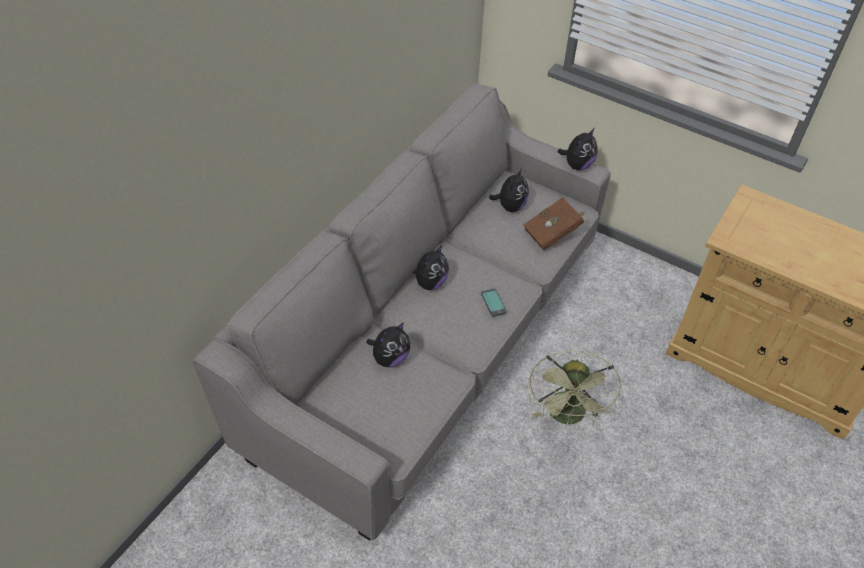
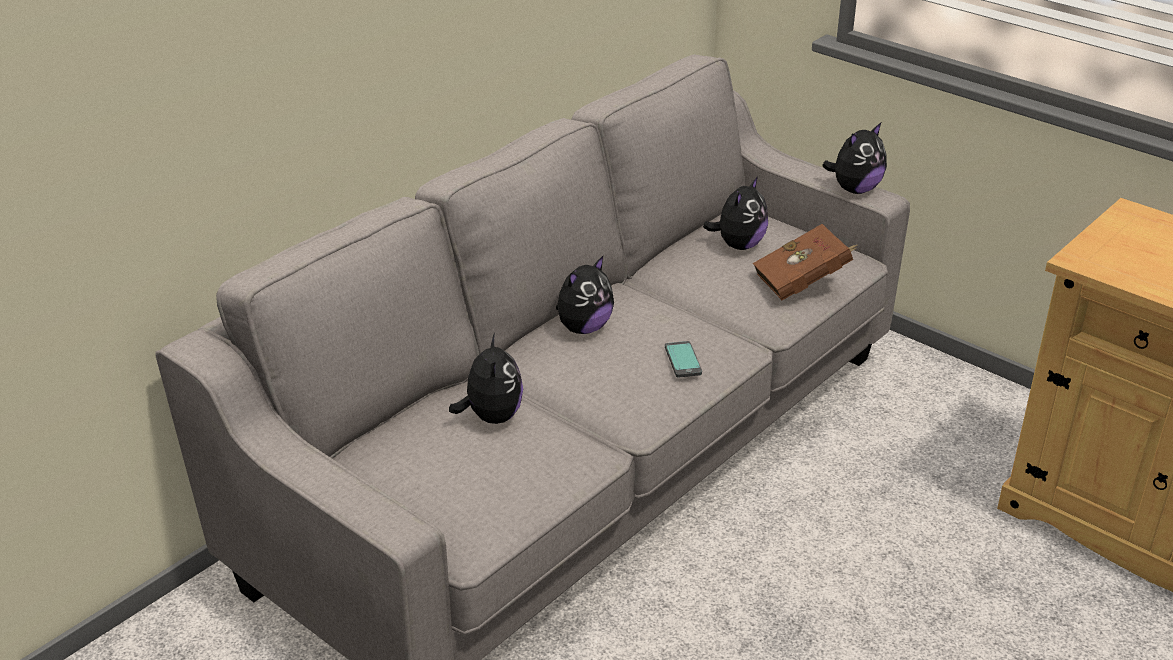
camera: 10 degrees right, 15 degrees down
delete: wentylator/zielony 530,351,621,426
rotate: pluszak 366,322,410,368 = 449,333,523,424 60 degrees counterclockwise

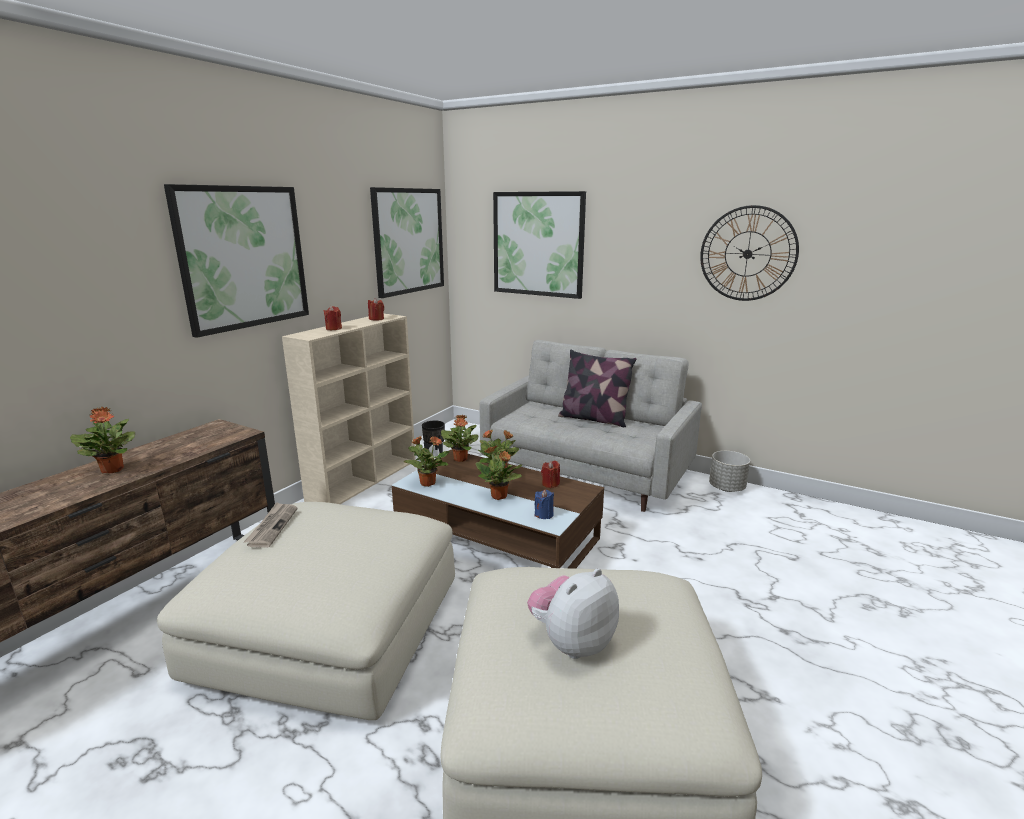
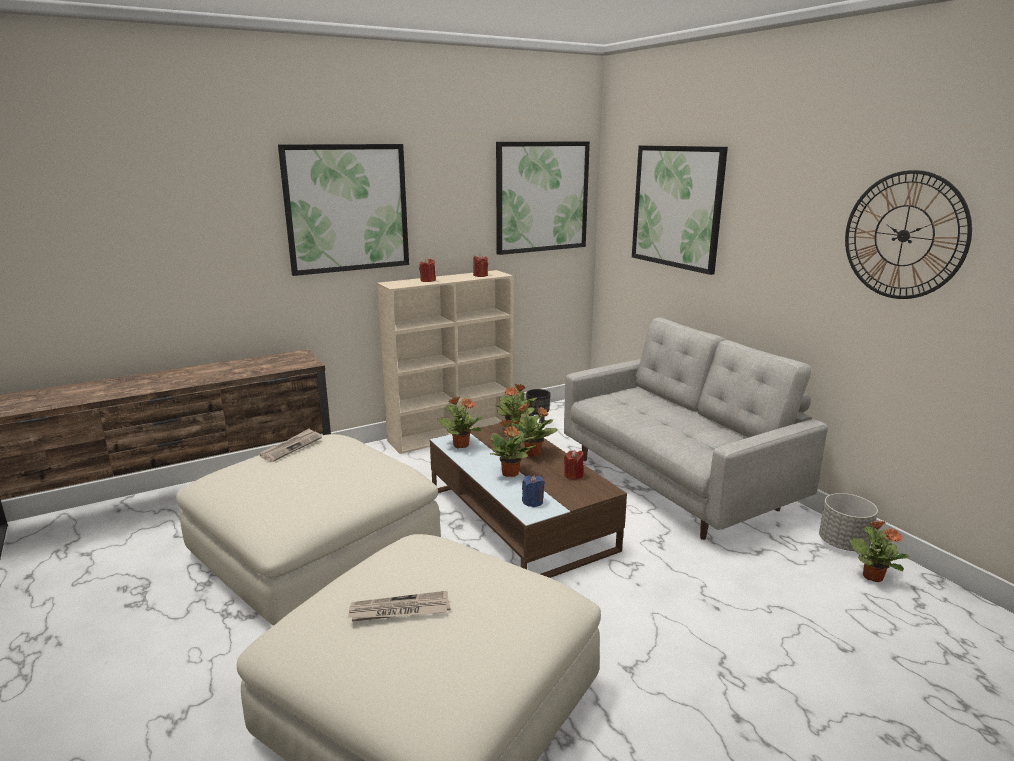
camera: 30 degrees right, 0 degrees up
delete: poduszka 558,349,636,427
move: roślina doniczkowa 70,407,135,473 to 849,521,910,582
replace: pluszak 527,568,619,659 to gazeta 347,591,451,622

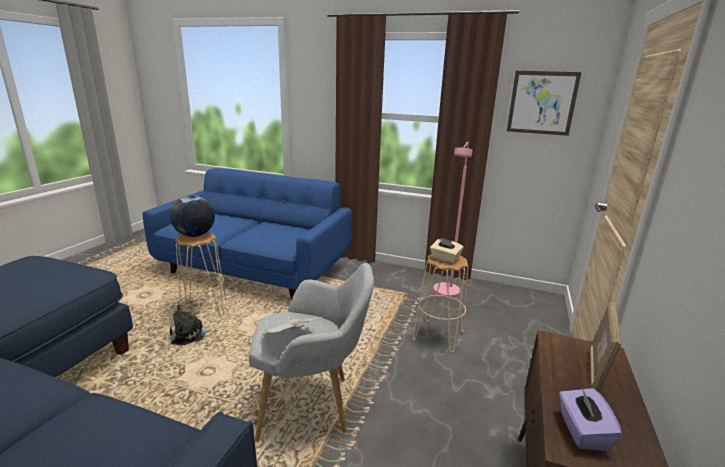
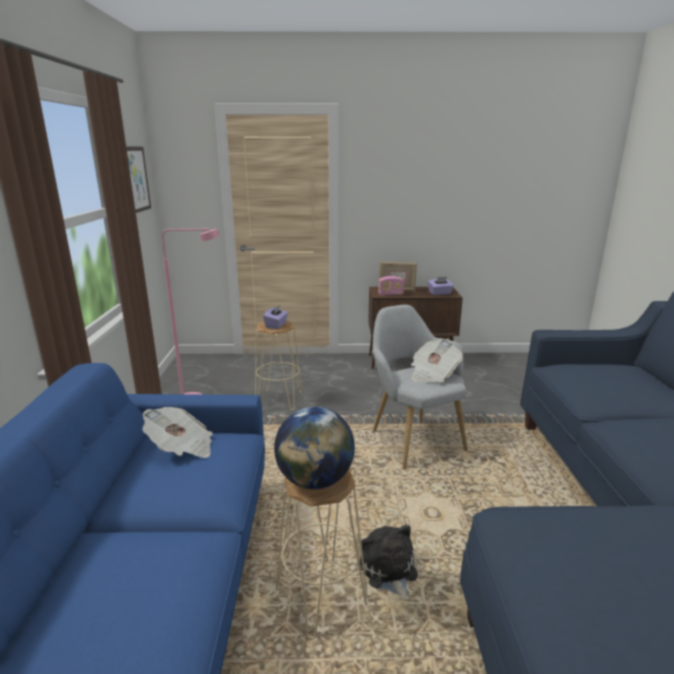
camera: 110 degrees left, 0 degrees up
insert: radio 378,276,404,296; gazeta 142,407,213,458
recolor: pudełko chusteczek/beżowy 430,238,464,264 to pudełko chusteczek/fioletowy 263,304,288,329
rotate: pluszak 170,304,216,346 = 360,524,418,601 150 degrees counterclockwise

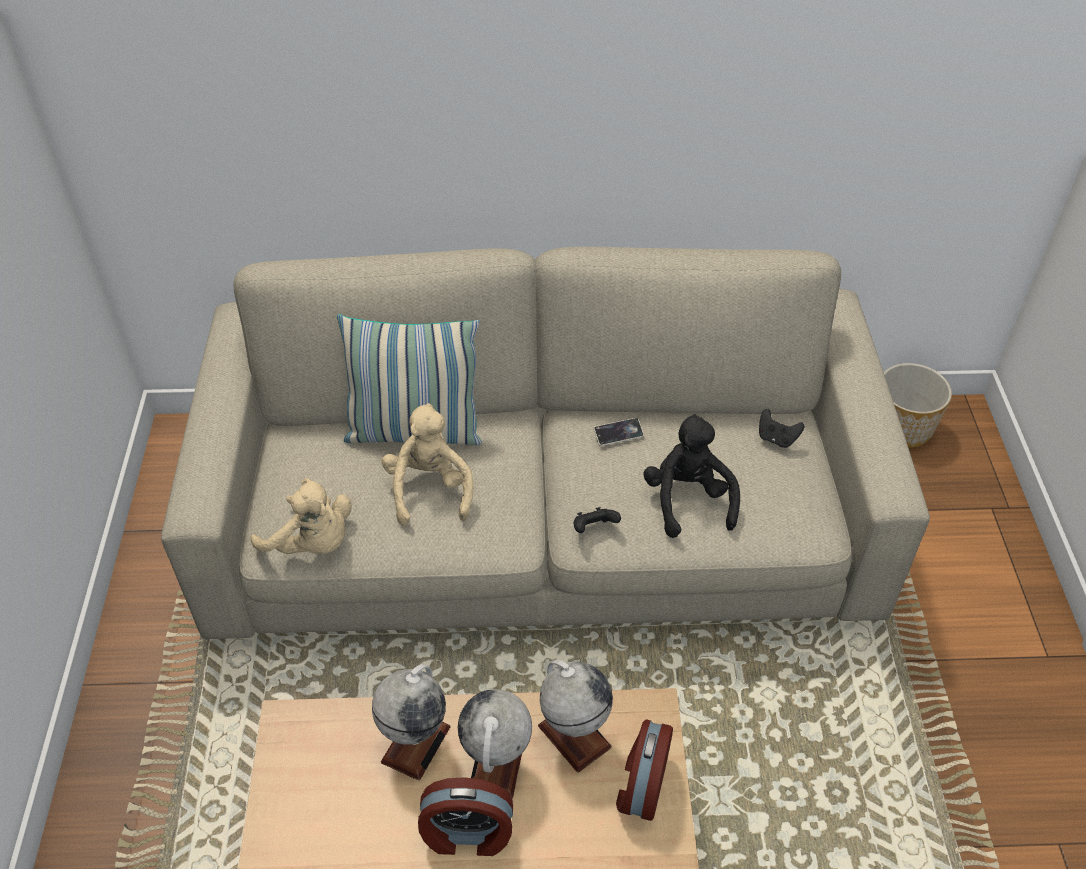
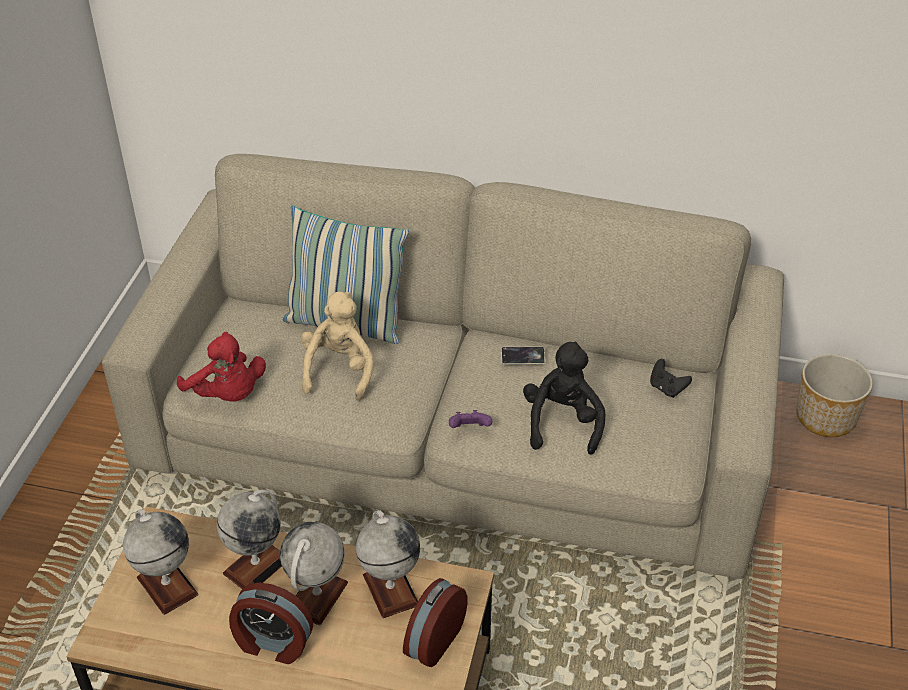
camera: 15 degrees right, 5 degrees down
insert: globus 123,509,199,615
recolor: pluszak/beżowy 251,478,351,554 to pluszak/czerwony 177,332,266,402; pad do gier/czarny 574,507,621,533 to pad do gier/fioletowy 449,410,492,428

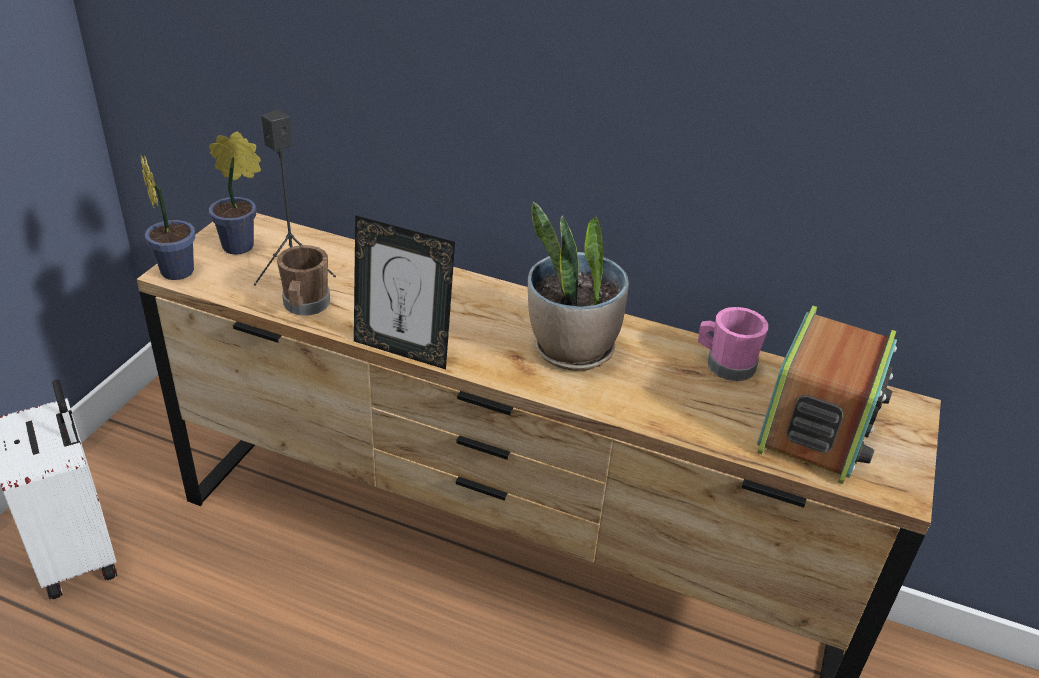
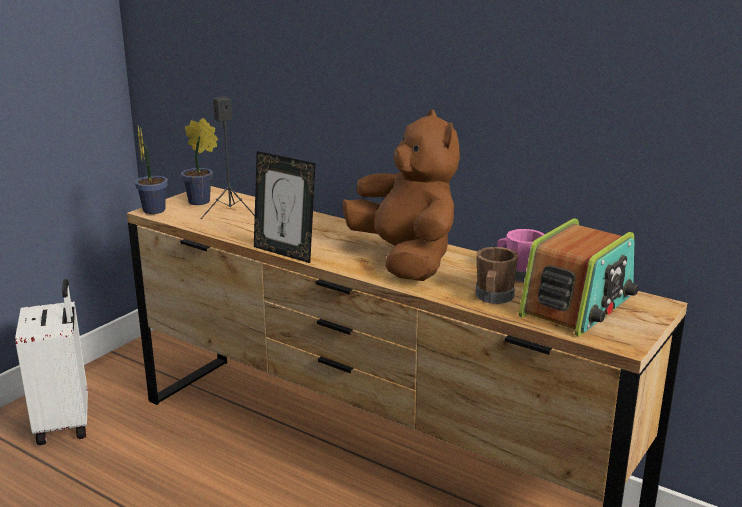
camera: 15 degrees right, 15 degrees down
move: kubek/brązowy 277,245,330,316 to 475,247,518,304
replace: roślina doniczkowa 528,202,629,371 to pluszak/brązowy 342,110,460,281

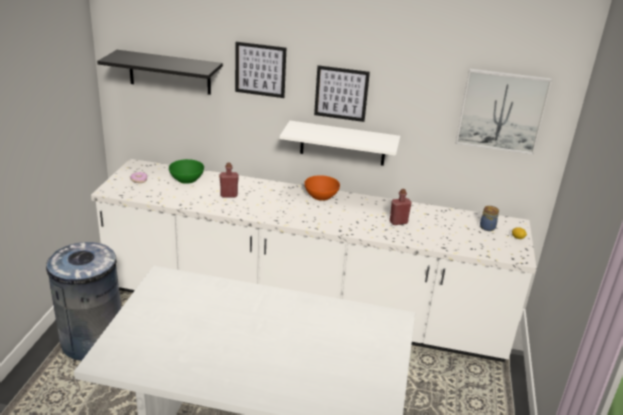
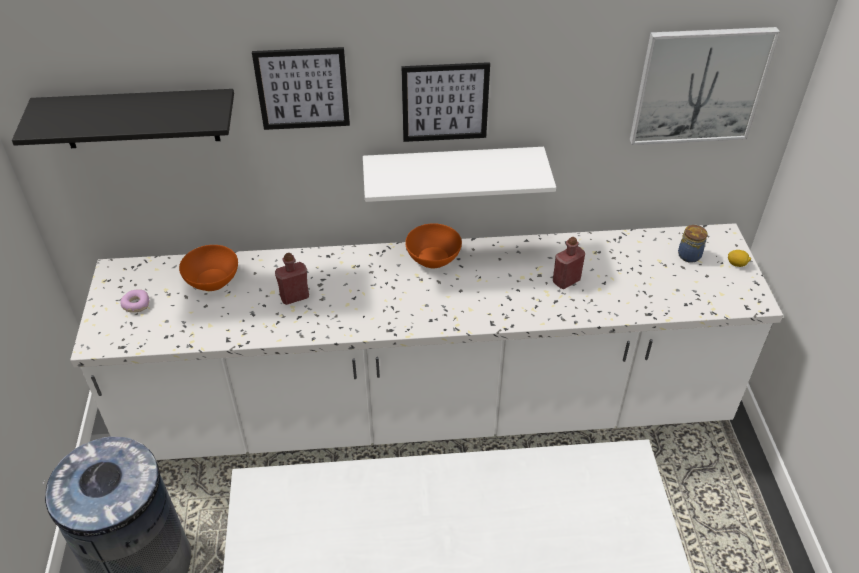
camera: 15 degrees left, 15 degrees up
recolor: miska/zielony 169,159,204,184 to miska/pomarańczowy 179,245,238,291

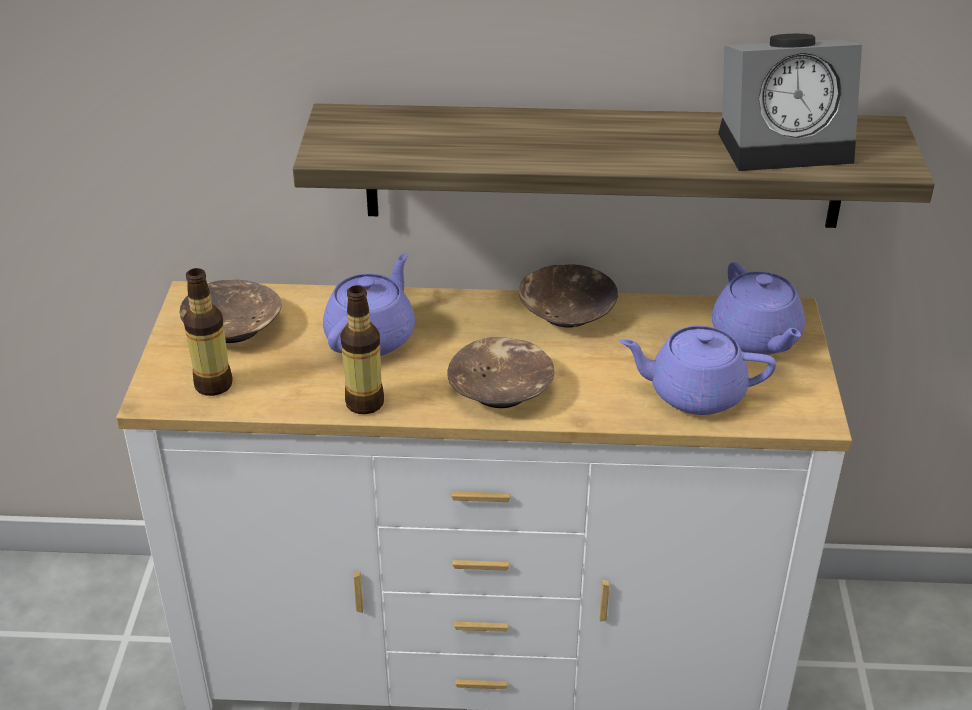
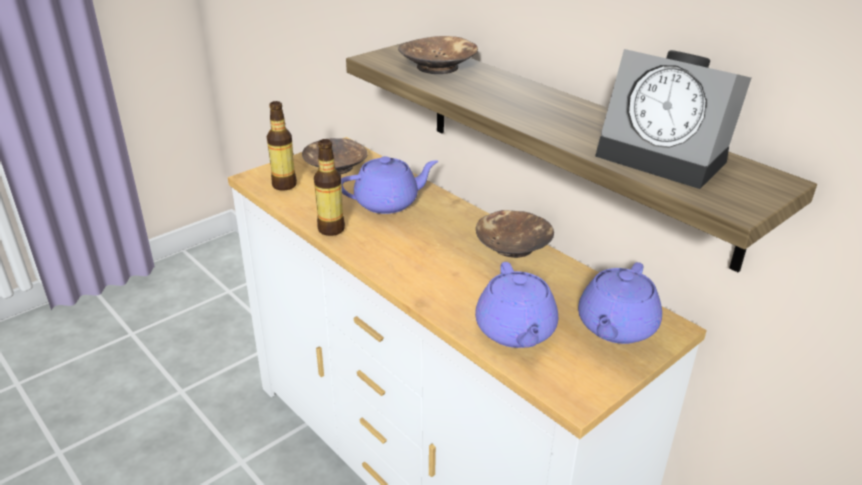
camera: 45 degrees right, 5 degrees down
move: miska/brązowy 447,337,554,408 to 398,36,478,74
rotate: imbryk/fioletowy 619,326,776,415 = 475,262,558,348 150 degrees counterclockwise

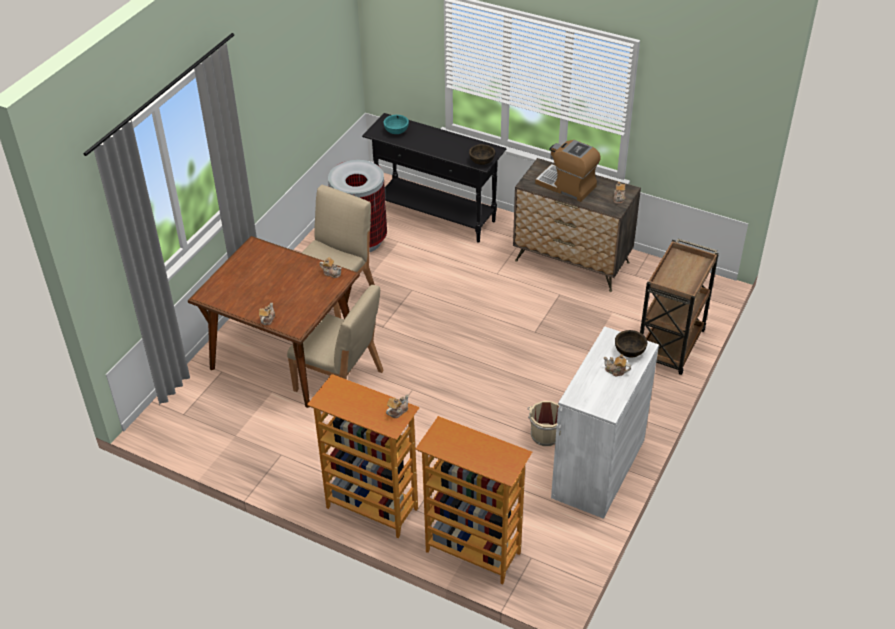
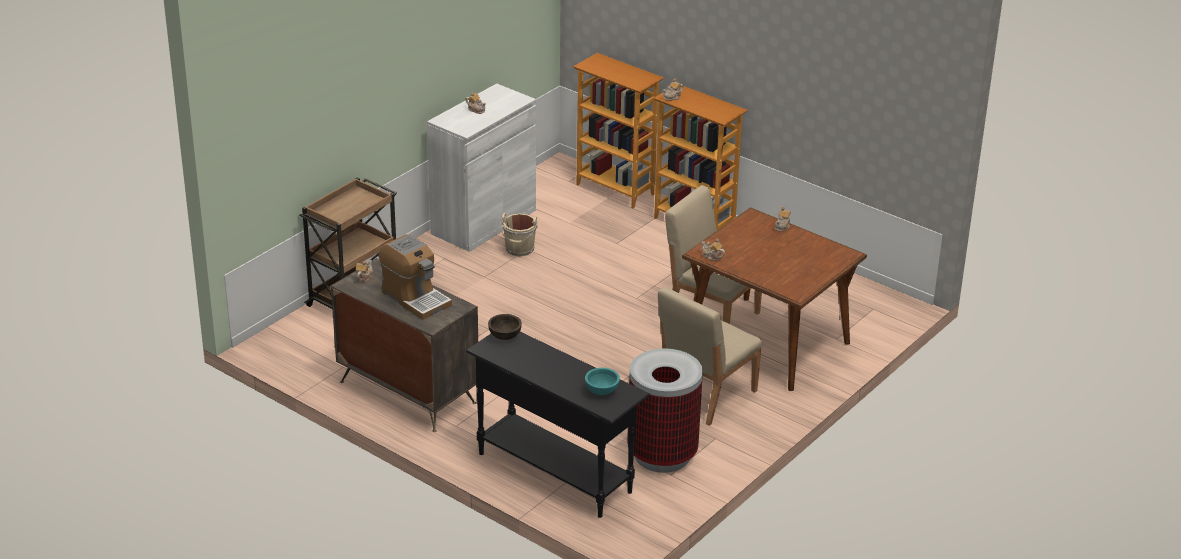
camera: 170 degrees left, 10 degrees down
delete: miska/brązowy 615,330,647,357

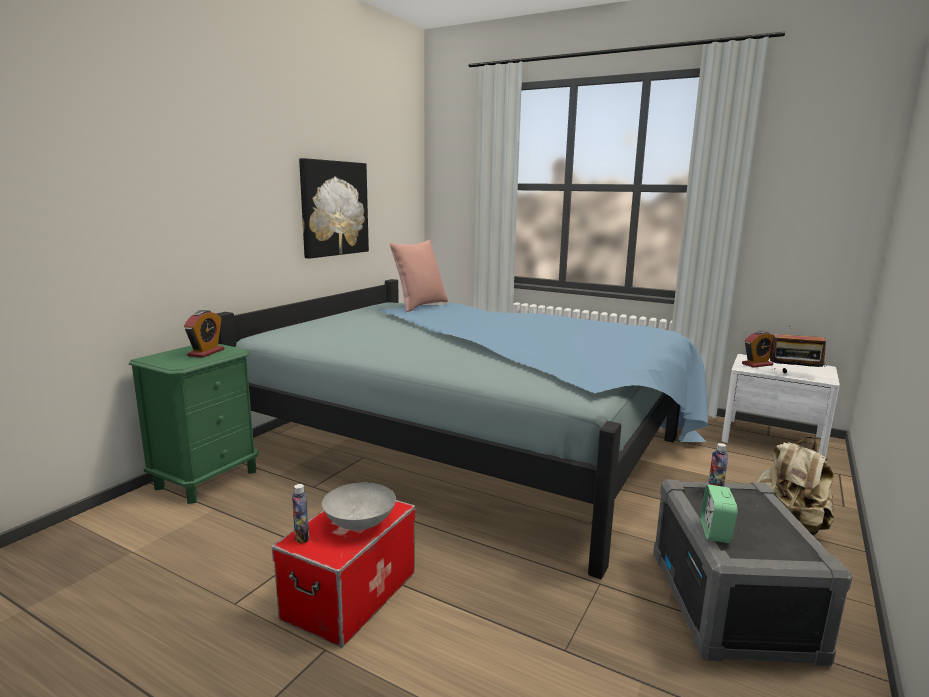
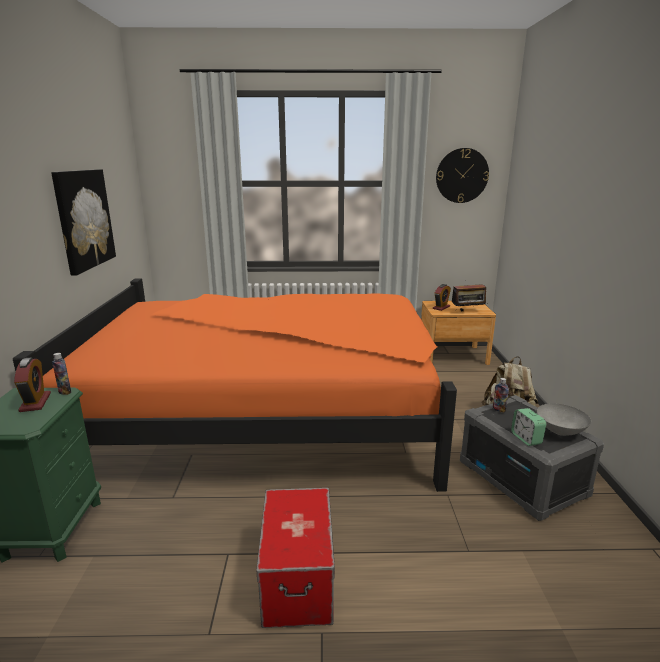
camera: 30 degrees left, 5 degrees up
delete: poduszka/różowy 390,240,448,312
insert: zegar ścienny 436,148,489,203
move: miska/szary 322,483,396,531 to 537,403,591,436; butelka 292,484,309,544 to 52,353,71,395
recolor: łóżko/niebieski 216,279,708,579 to łóżko/pomarańczowy 13,279,457,492; szafka nocna/biały 722,354,840,457 to szafka nocna/brązowy 421,301,496,365

